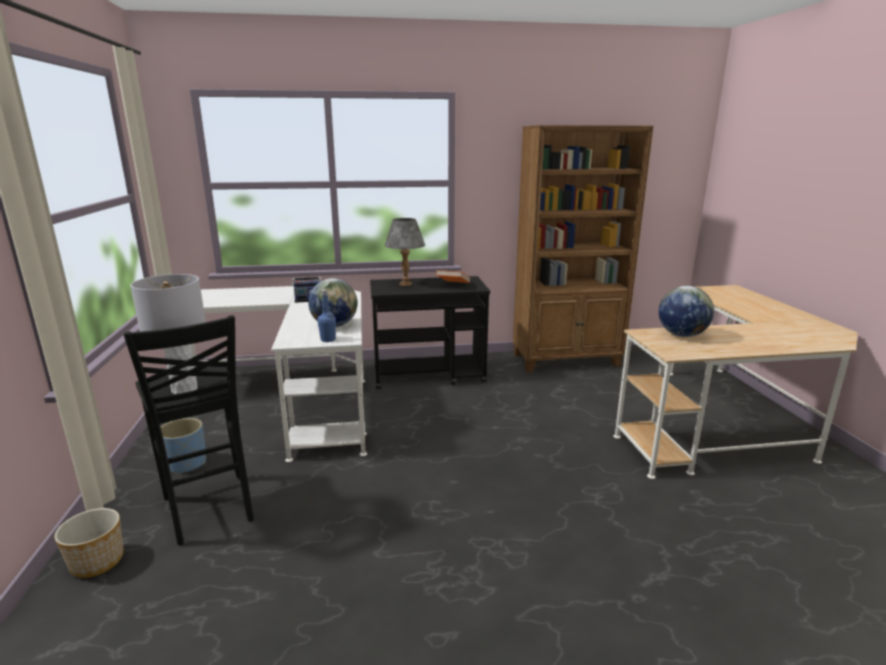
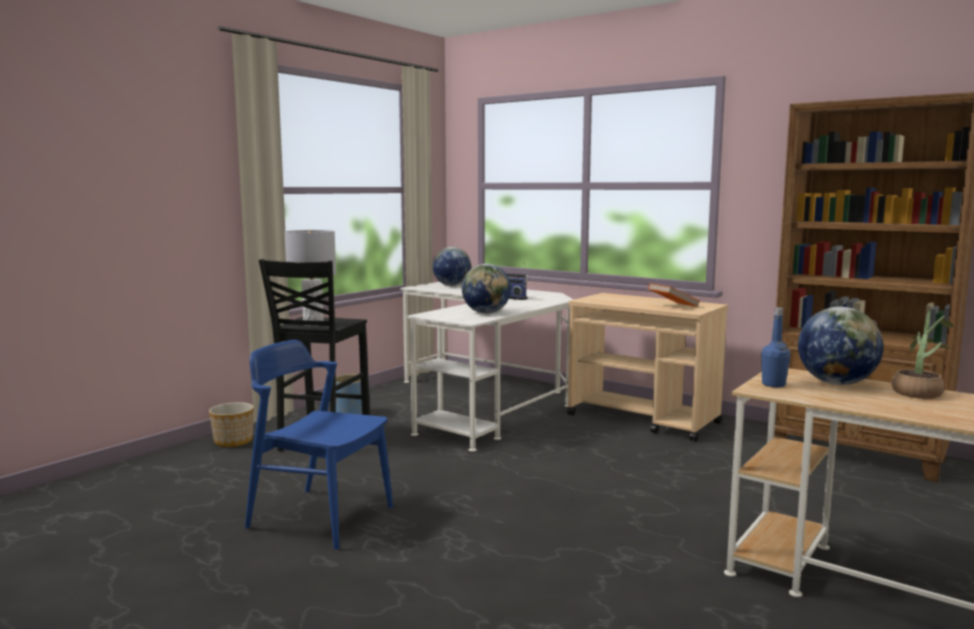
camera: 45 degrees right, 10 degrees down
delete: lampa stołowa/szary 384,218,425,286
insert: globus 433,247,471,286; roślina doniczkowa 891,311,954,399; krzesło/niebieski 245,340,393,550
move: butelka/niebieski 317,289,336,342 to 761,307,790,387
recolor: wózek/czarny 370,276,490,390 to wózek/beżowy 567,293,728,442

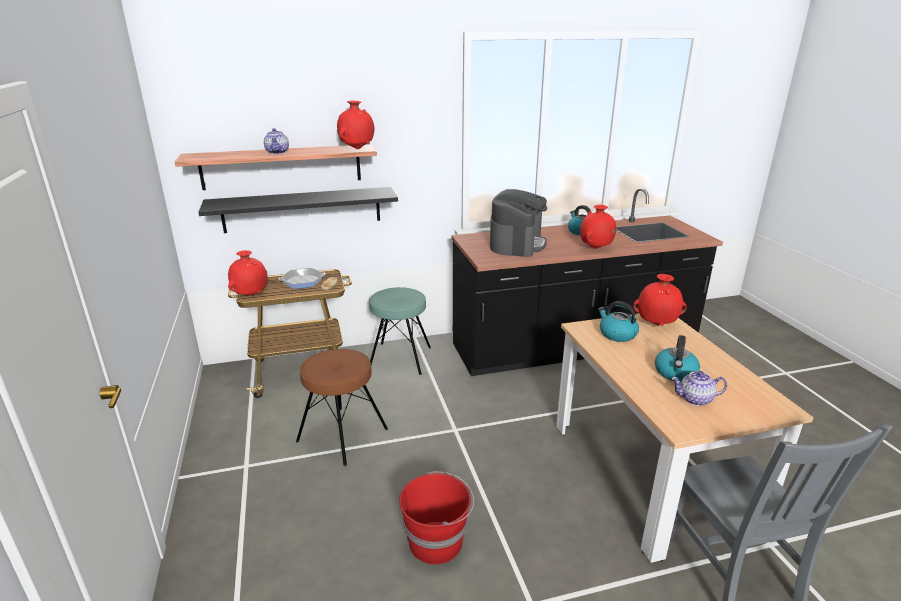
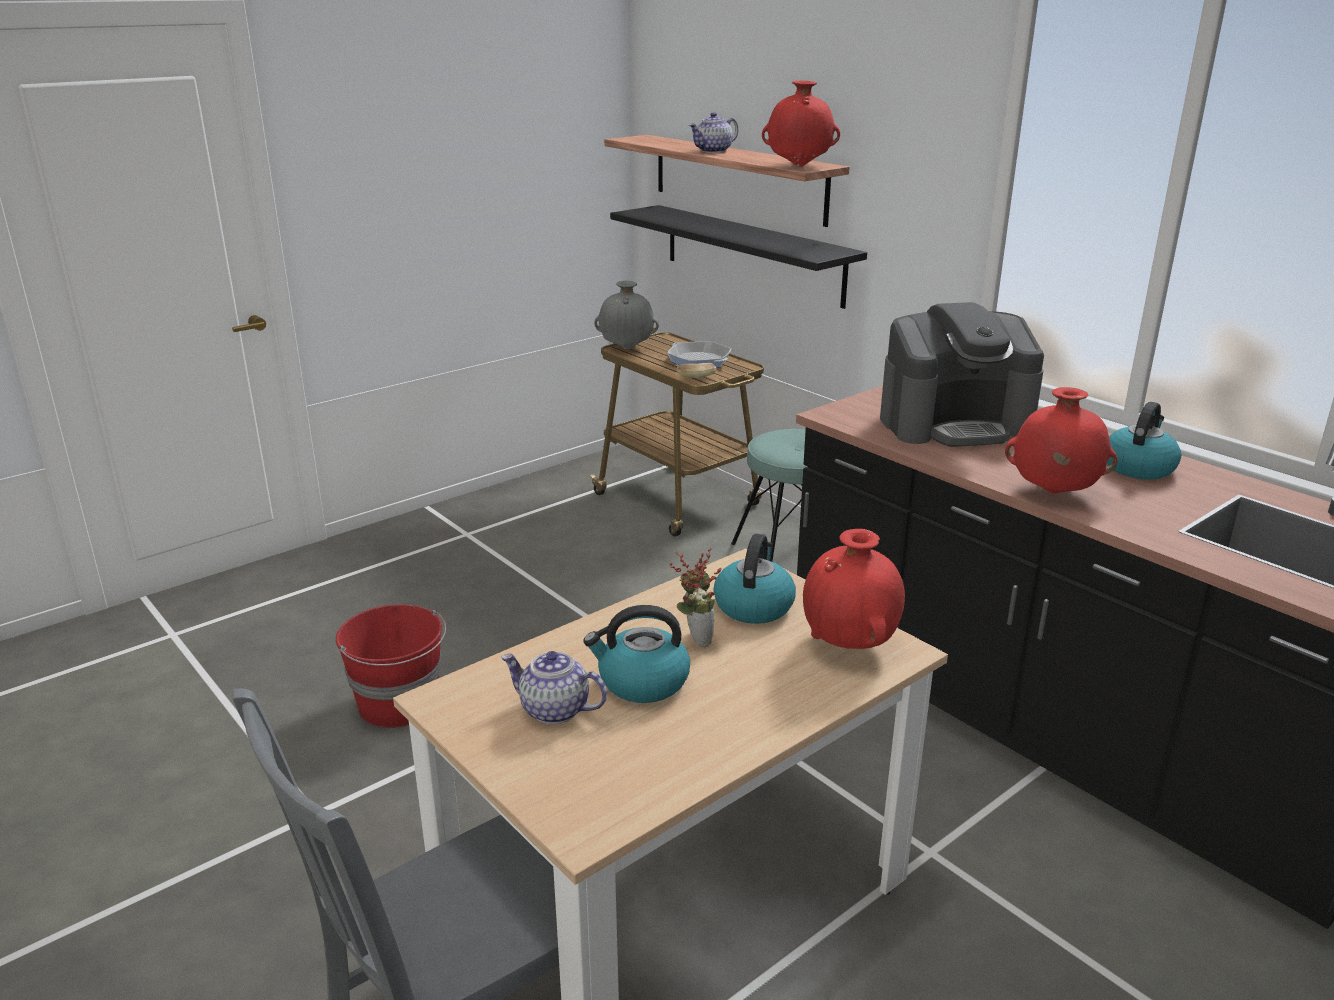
camera: 65 degrees right, 0 degrees up
delete: stołek/brązowy 296,349,388,466
insert: roślina doniczkowa 669,548,722,647
recolor: wazon/czerwony 228,250,267,296 to wazon/szary 594,281,659,349
rotate: imbryk 671,371,727,406 = 501,651,607,724 45 degrees counterclockwise

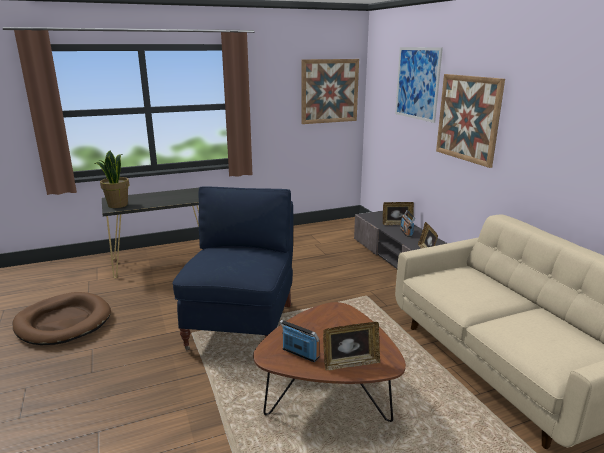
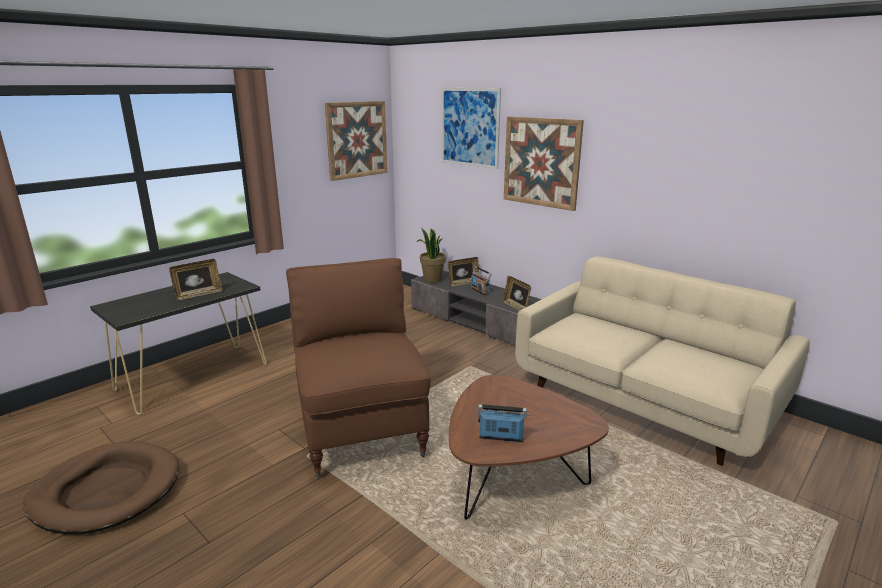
camera: 25 degrees left, 0 degrees up
move: roślina doniczkowa 94,150,129,208 to 417,228,446,282; ramka na zdjęcie 323,322,380,371 to 169,259,223,300
recolor: fotel/niebieski 172,186,293,350 to fotel/brązowy 286,258,431,477

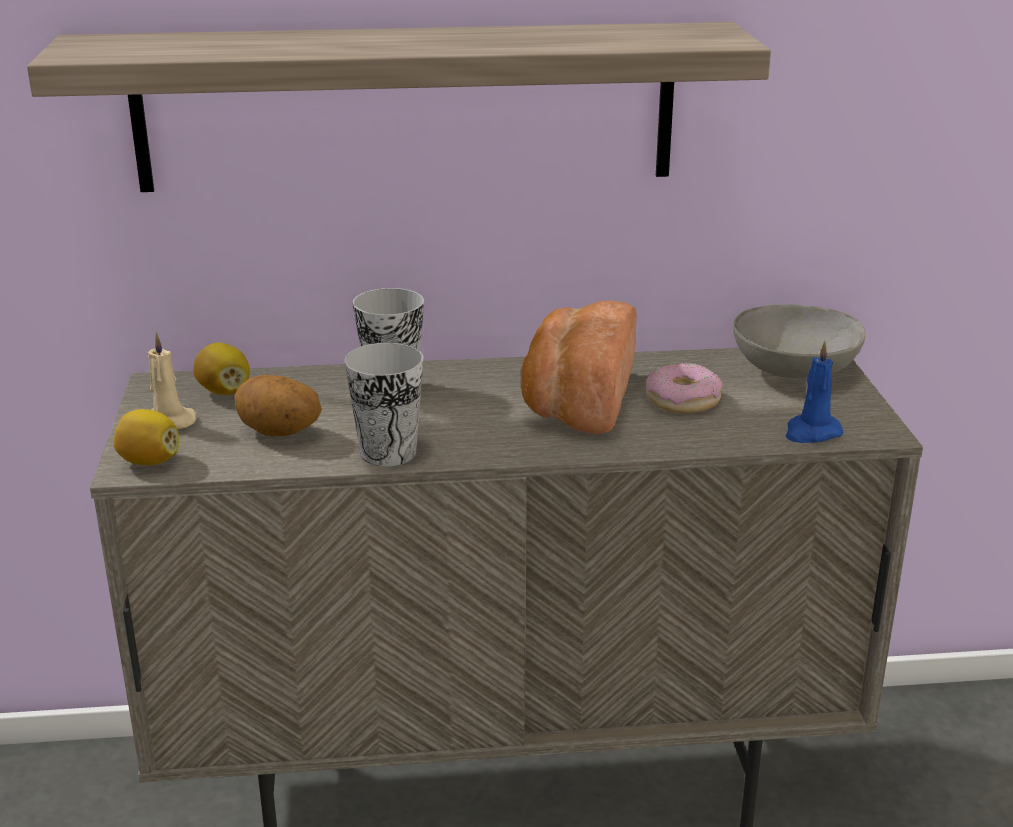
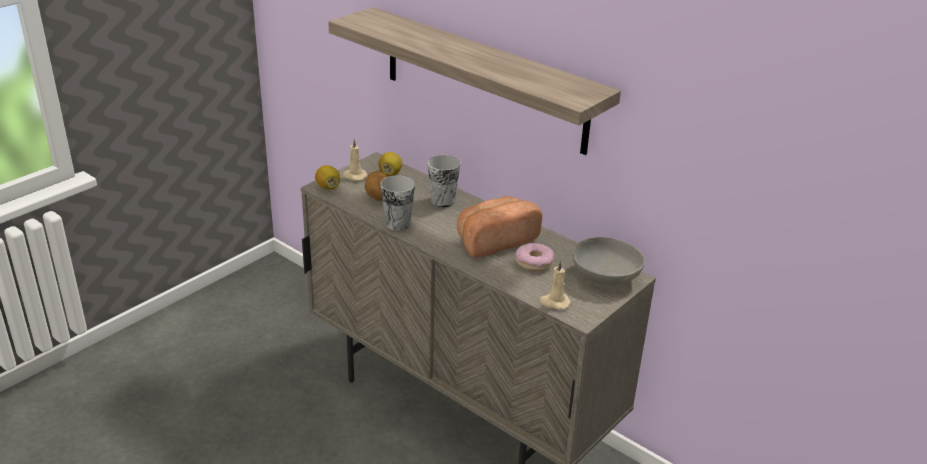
camera: 45 degrees right, 5 degrees up
recolor: świeca/niebieski 785,341,843,443 to świeca/beżowy 539,260,571,310

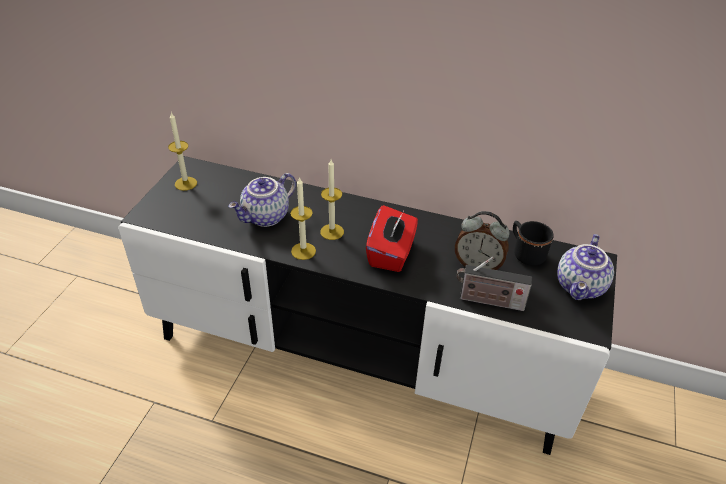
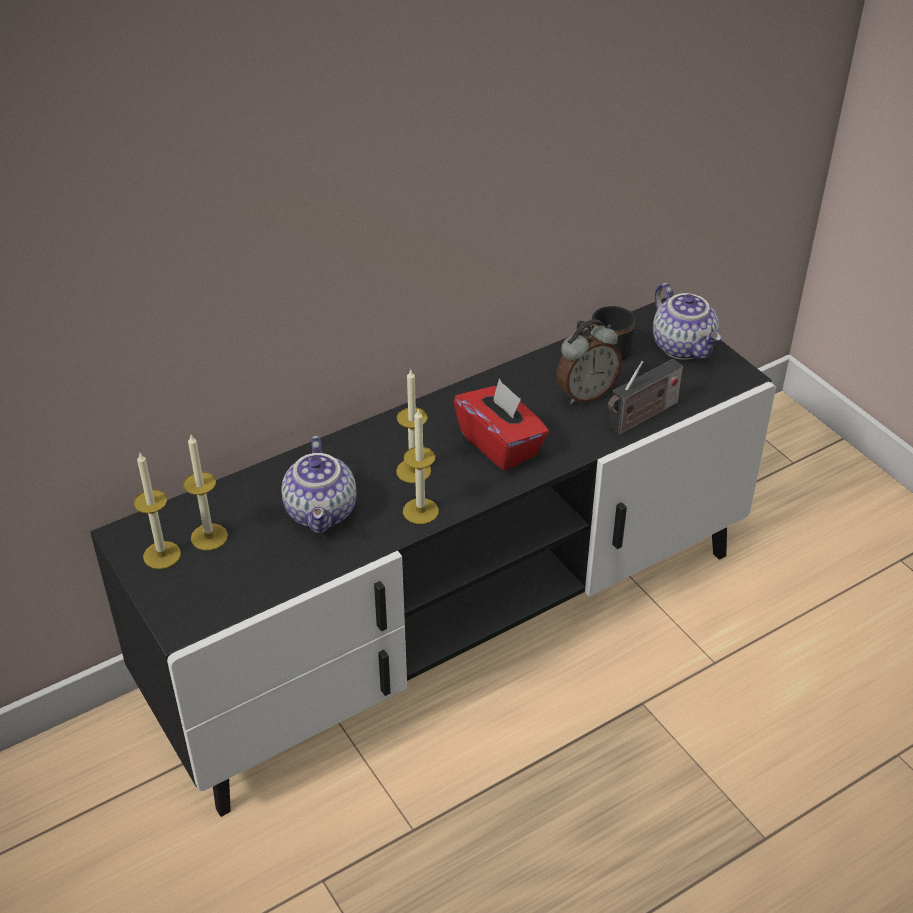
camera: 50 degrees left, 0 degrees up
insert: świeca 183,435,228,550

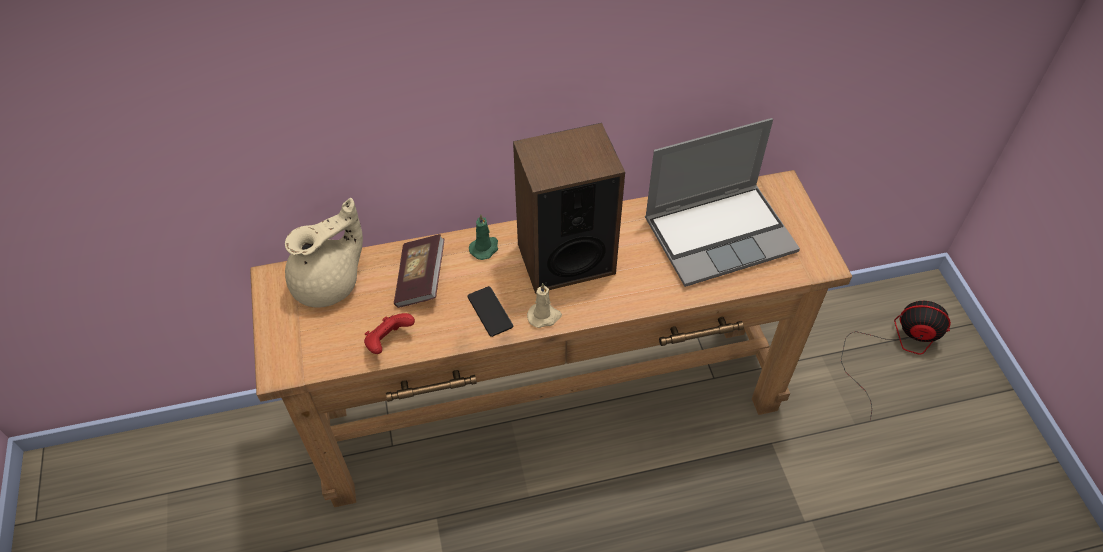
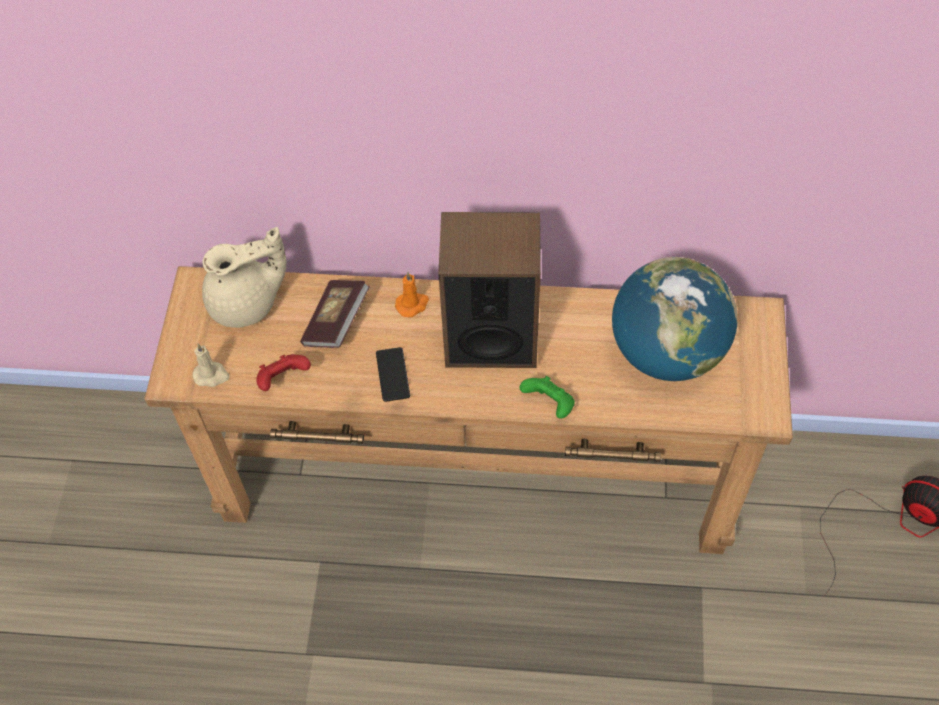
camera: 20 degrees right, 5 degrees up
insert: pad do gier/zielony 520,376,575,419
move: świeca/beżowy 527,283,562,328 to 193,344,230,387
replace: laptop 645,118,800,287 to globus 612,257,738,381
recolor: świeca/zielony 469,214,498,260 to świeca/pomarańczowy 395,272,429,317

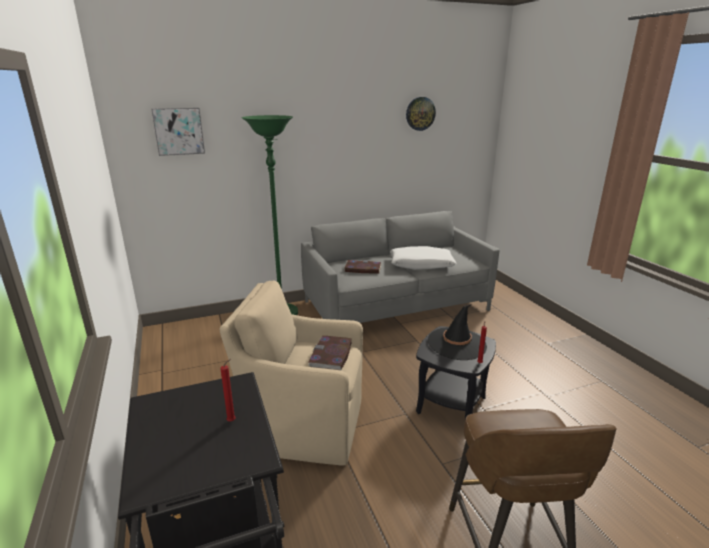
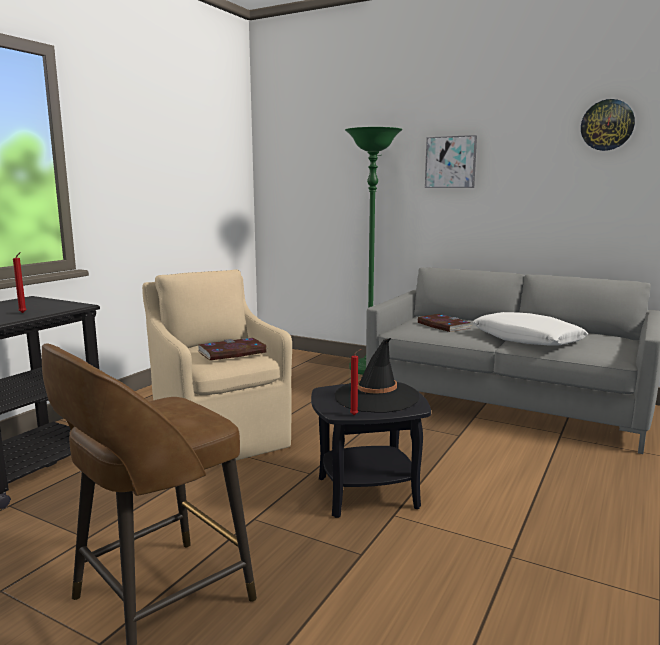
camera: 50 degrees right, 10 degrees down
move: obraz 151,108,205,156 to 425,135,477,188

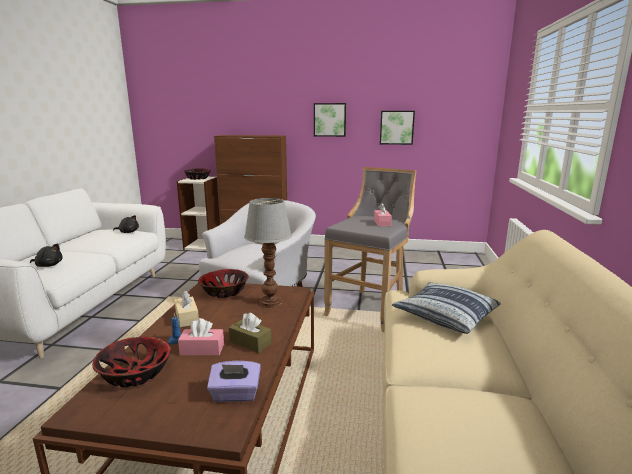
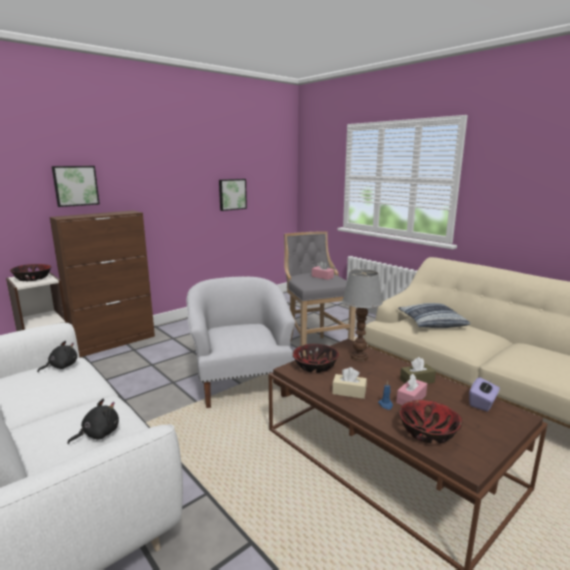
camera: 50 degrees left, 0 degrees up
move: obraz 314,103,346,137 to 52,166,100,207

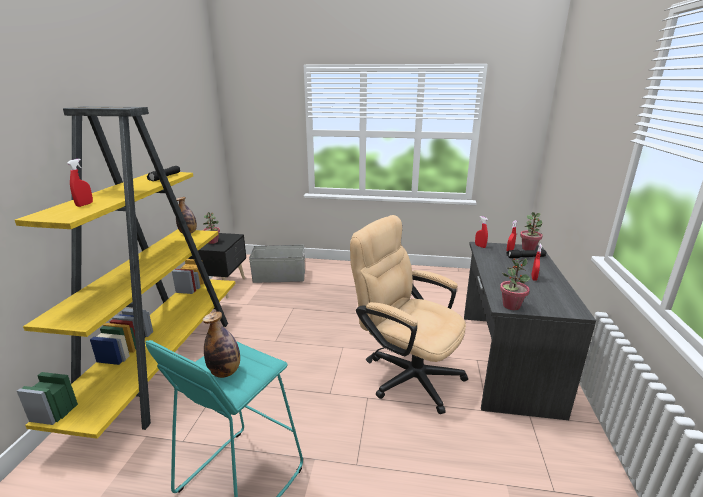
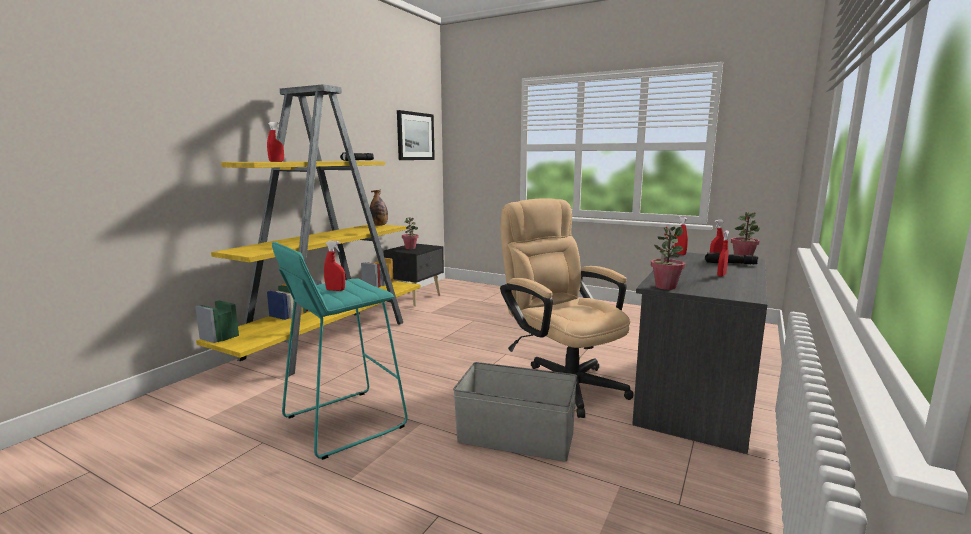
camera: 20 degrees right, 10 degrees down
insert: obraz 397,110,435,160
move: pojemnik do przechowywania/szary 249,245,305,283 to 453,362,577,461
replace: butelka 202,312,240,378 to spryskiwacz/czerwony 324,241,345,291

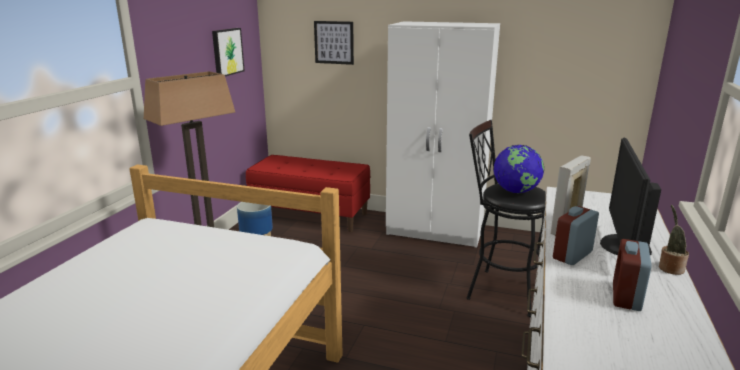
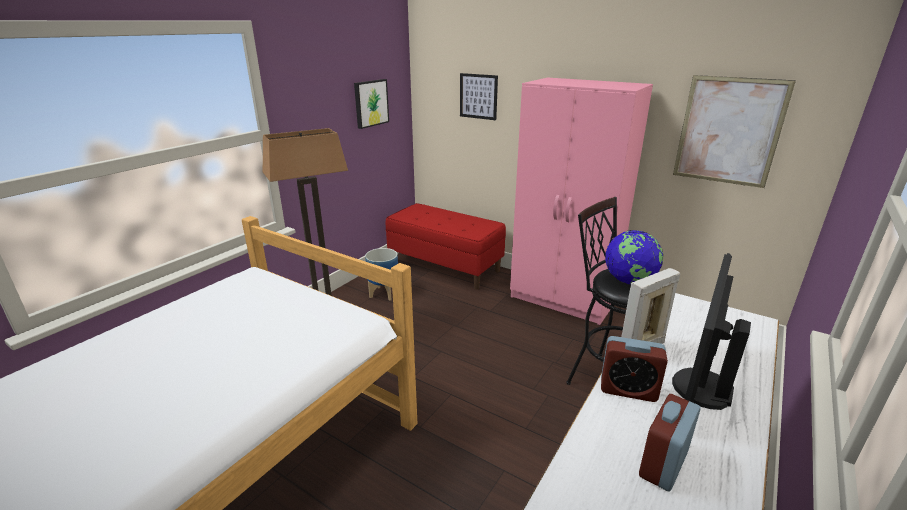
camera: 15 degrees right, 5 degrees up
delete: roślina doniczkowa 659,205,689,275
insert: obraz 673,75,796,188
recolor: szafa/biały 386,21,500,248 to szafa/różowy 510,78,653,325
rotate: budzik 553,206,599,265 = 601,336,668,402 135 degrees counterclockwise

